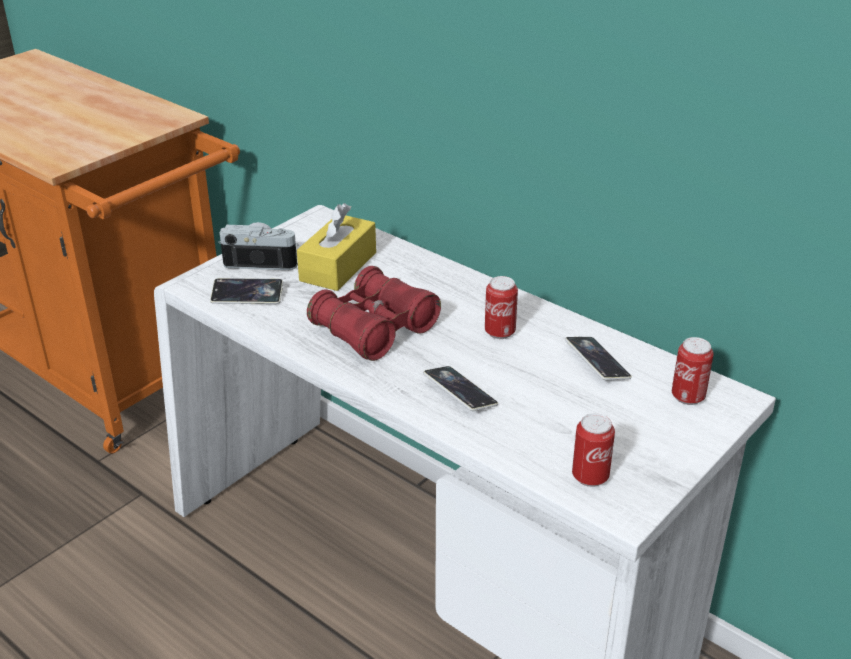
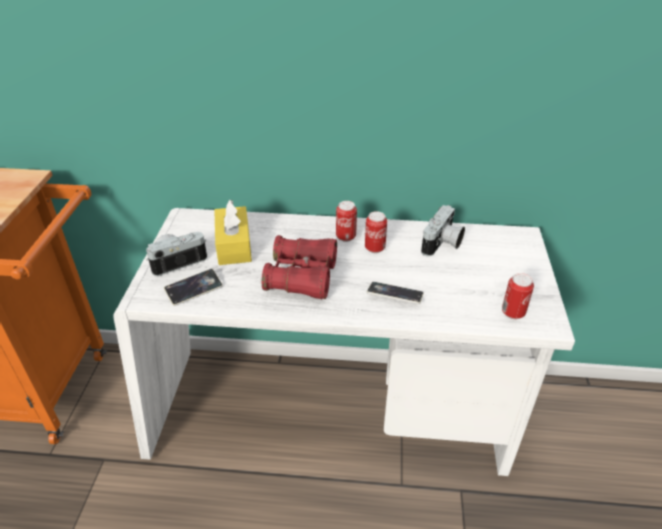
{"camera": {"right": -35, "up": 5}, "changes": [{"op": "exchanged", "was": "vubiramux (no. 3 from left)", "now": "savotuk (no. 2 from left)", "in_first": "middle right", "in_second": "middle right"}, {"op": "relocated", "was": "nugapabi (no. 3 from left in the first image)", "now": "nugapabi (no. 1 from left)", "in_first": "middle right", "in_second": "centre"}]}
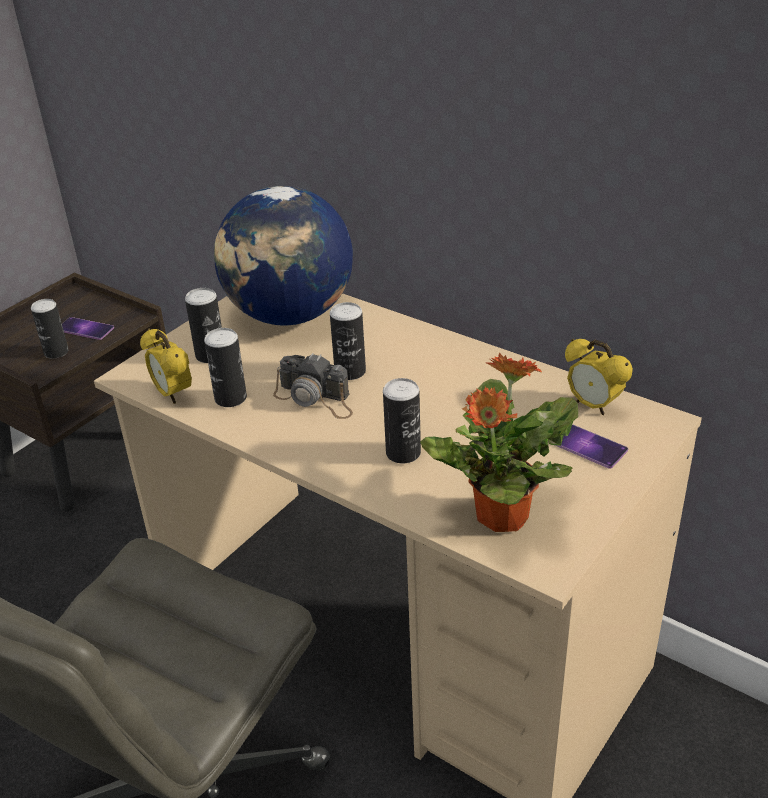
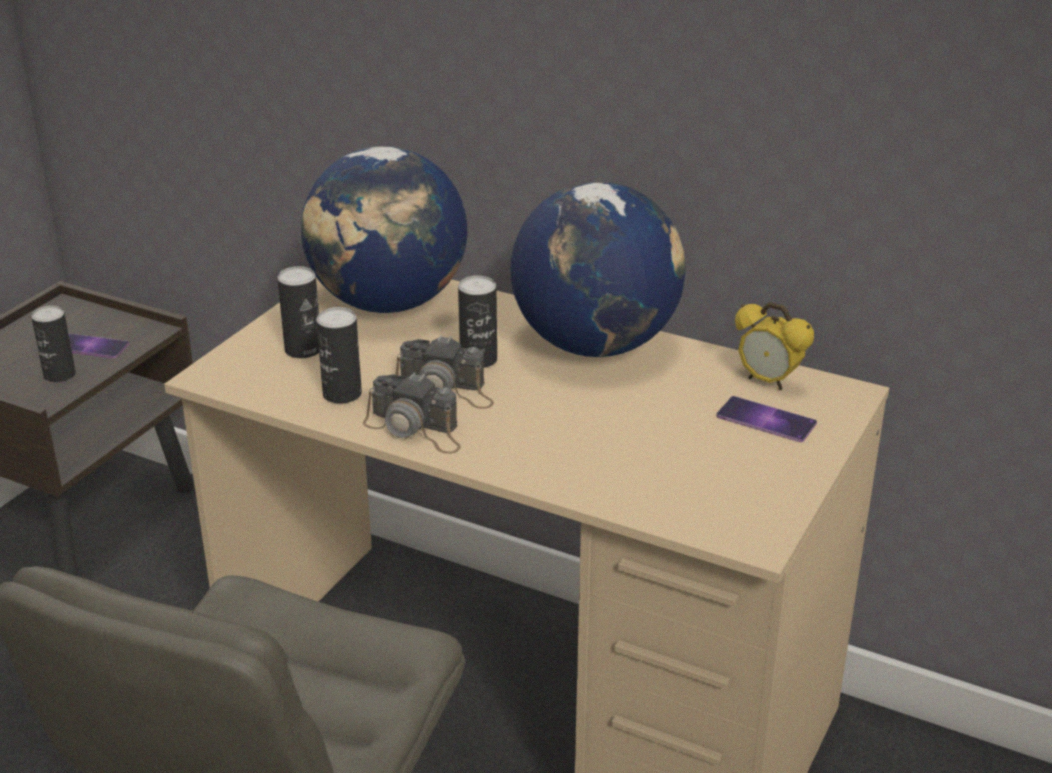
{"camera": {"right": -10, "up": -5}, "changes": [{"op": "missing", "was": "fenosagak (no. 1 from left)", "in_first": "middle left"}, {"op": "missing", "was": "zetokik", "in_first": "centre"}, {"op": "missing", "was": "nugapabi (no. 5 from left)", "in_first": "centre"}, {"op": "appeared", "now": "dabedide (no. 2 from left)", "in_second": "centre"}, {"op": "appeared", "now": "savotuk (no. 1 from left)", "in_second": "centre"}]}
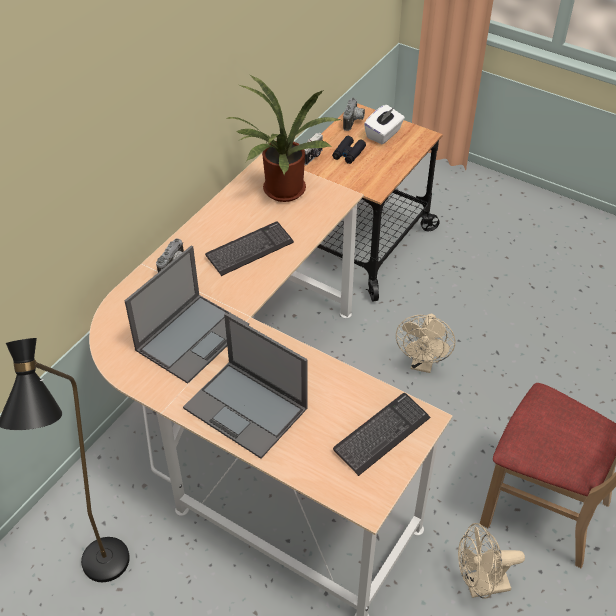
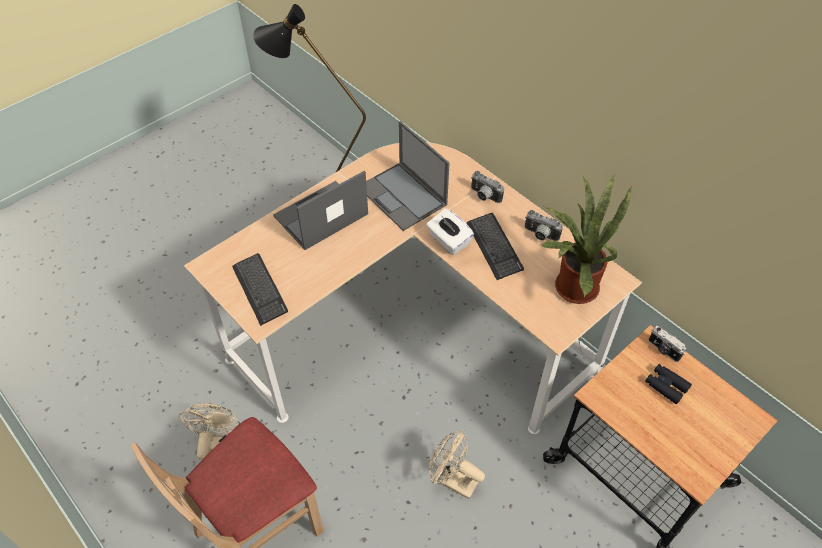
{"camera": {"right": 105, "up": 5}, "changes": [{"op": "relocated", "was": "savotuk (no. 3 from left in the first image)", "now": "savotuk (no. 2 from left)", "in_first": "top centre", "in_second": "centre"}, {"op": "relocated", "was": "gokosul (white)", "in_first": "top centre", "in_second": "centre"}]}
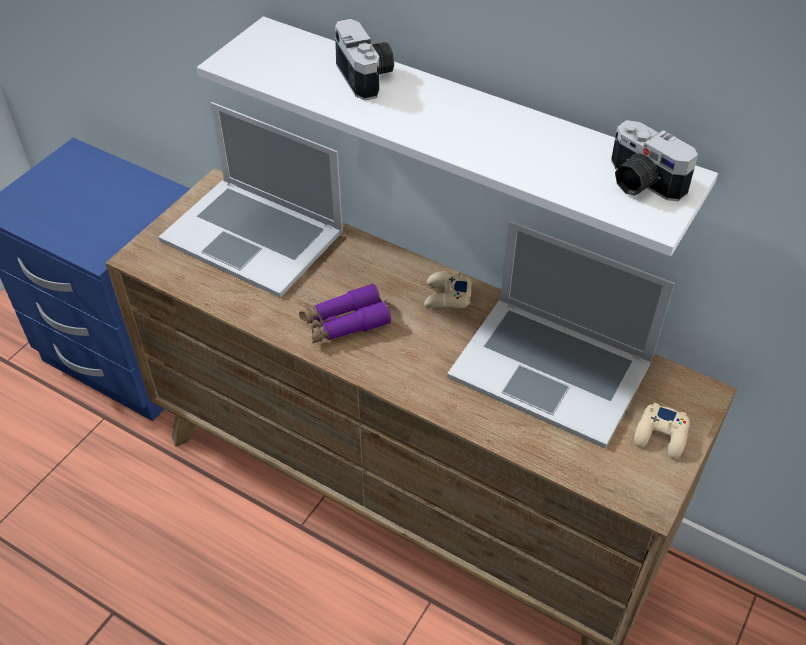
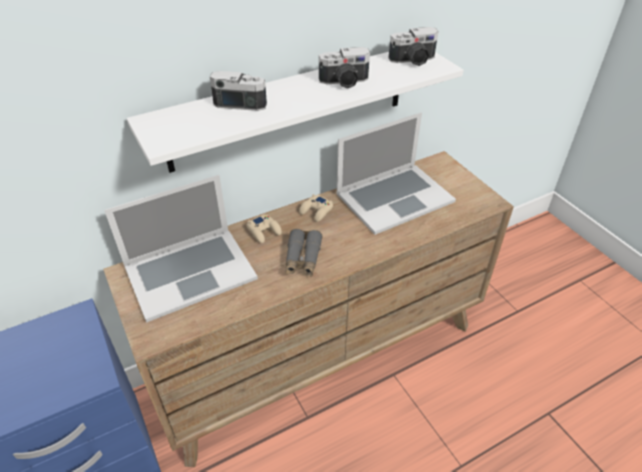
{"camera": {"right": -60, "up": -5}, "changes": [{"op": "colour", "was": "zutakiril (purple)", "now": "zutakiril (grey)", "in_first": "centre", "in_second": "centre"}, {"op": "relocated", "was": "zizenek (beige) (no. 2 from left in the first image)", "now": "zizenek (beige) (no. 1 from left)", "in_first": "bottom right", "in_second": "centre"}, {"op": "appeared", "now": "savotuk (no. 2 from left)", "in_second": "top centre"}]}
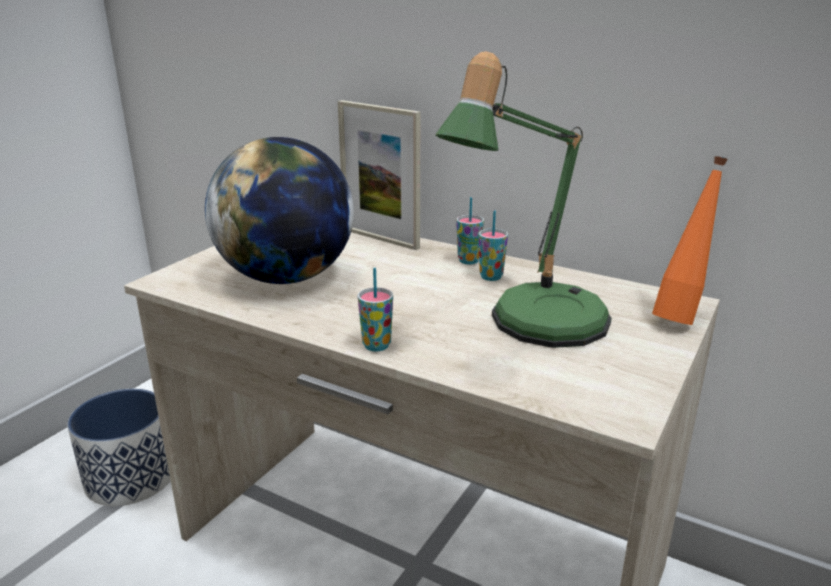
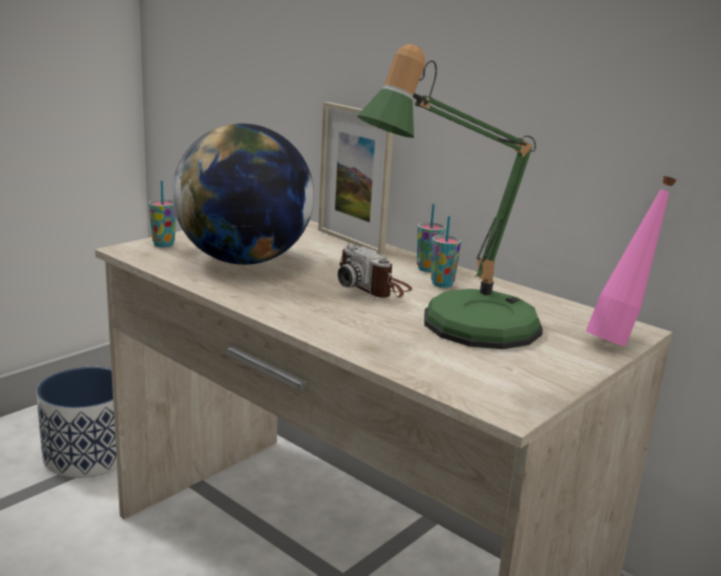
{"camera": {"right": 10, "up": -5}, "changes": [{"op": "colour", "was": "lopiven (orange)", "now": "lopiven (pink)", "in_first": "middle right", "in_second": "middle right"}, {"op": "relocated", "was": "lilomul (no. 1 from left)", "in_first": "centre", "in_second": "middle left"}, {"op": "appeared", "now": "savotuk", "in_second": "centre"}]}
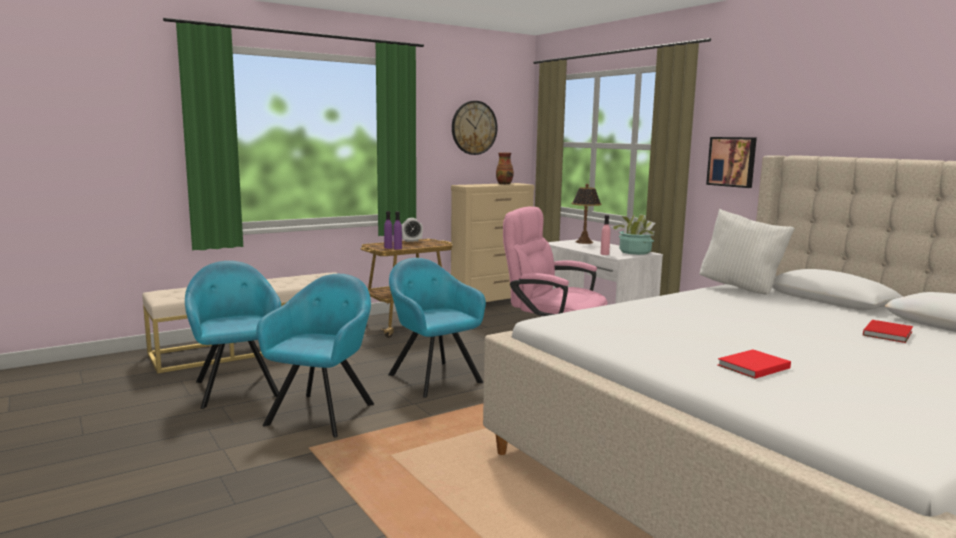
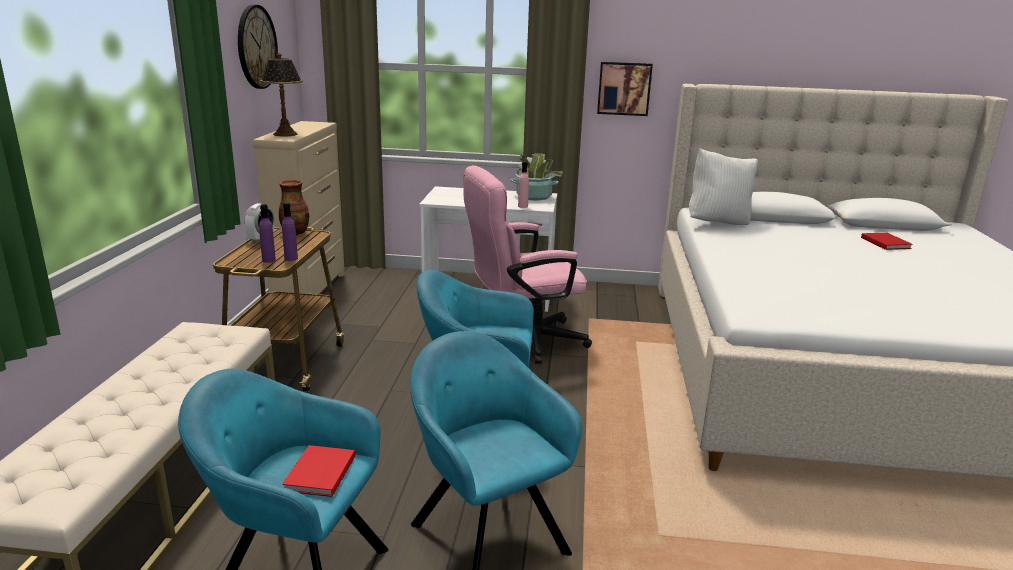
{"camera": {"right": -50, "up": 10}, "changes": [{"op": "relocated", "was": "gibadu", "in_first": "top centre", "in_second": "middle left"}, {"op": "relocated", "was": "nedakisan", "in_first": "centre", "in_second": "top left"}, {"op": "relocated", "was": "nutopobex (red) (no. 1 from left)", "in_first": "bottom right", "in_second": "bottom left"}]}
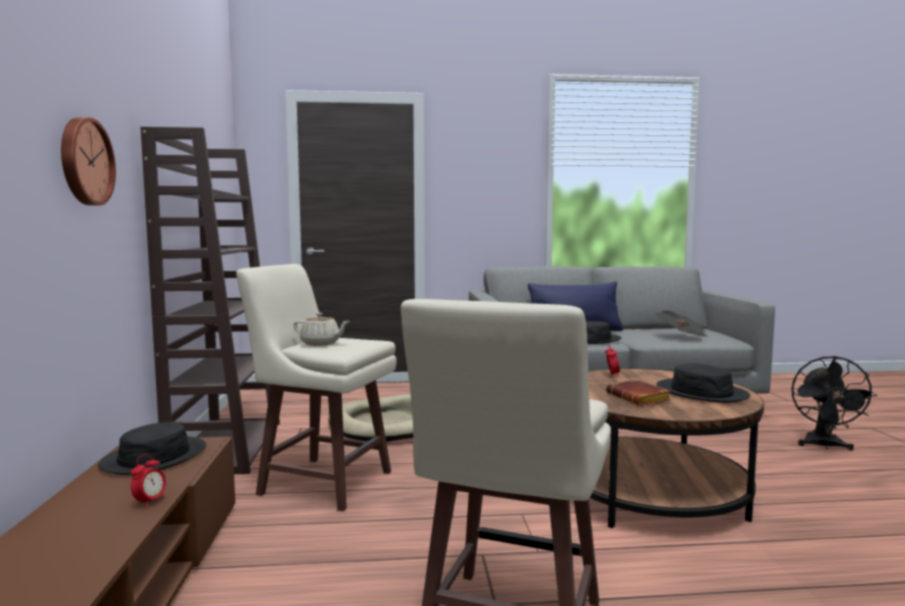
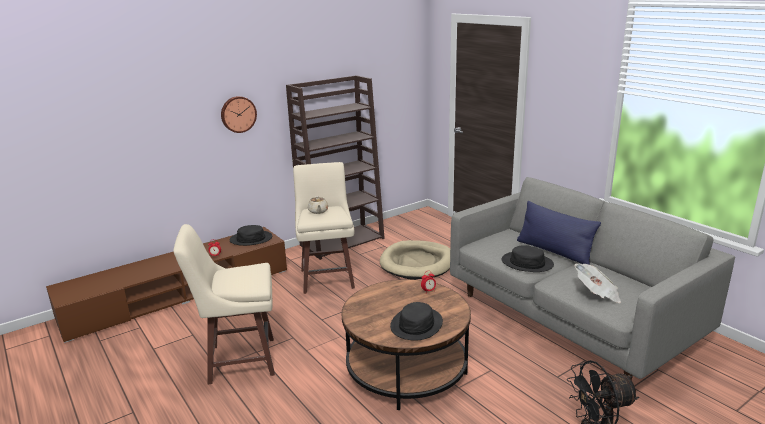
{"camera": {"right": 60, "up": 15}, "changes": [{"op": "missing", "was": "nutopobex (brown)", "in_first": "middle right"}]}
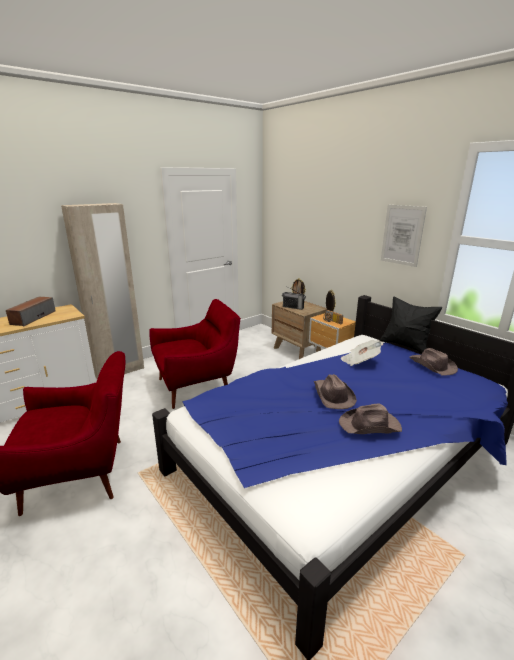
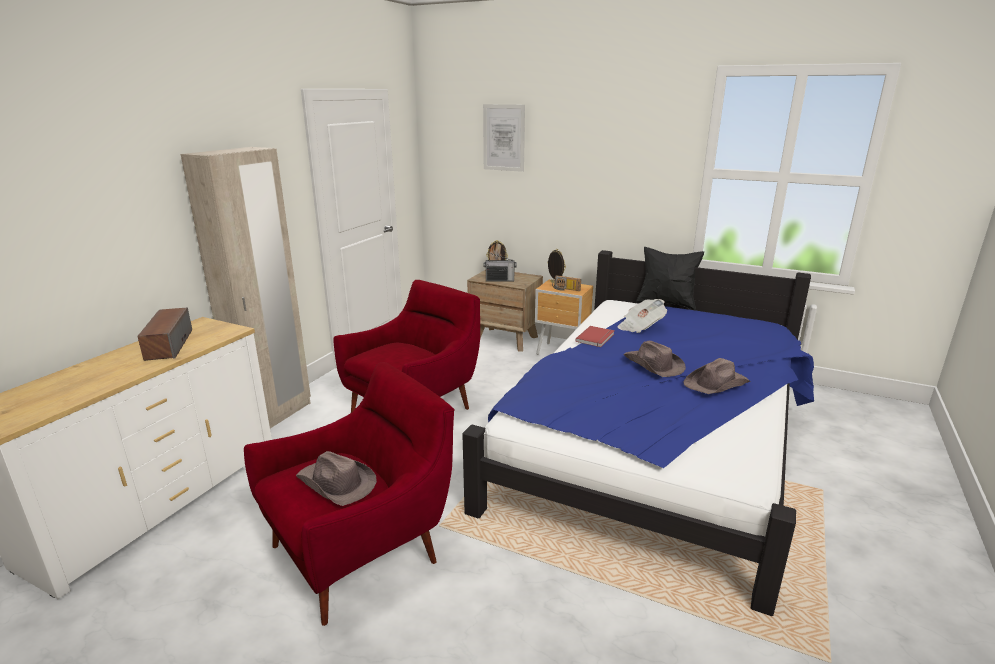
{"camera": {"right": -25, "up": 0}, "changes": [{"op": "relocated", "was": "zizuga", "in_first": "middle right", "in_second": "top centre"}, {"op": "relocated", "was": "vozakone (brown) (no. 3 from left in the first image)", "now": "vozakone (brown) (no. 1 from left)", "in_first": "middle right", "in_second": "bottom centre"}, {"op": "appeared", "now": "nutopobex (red)", "in_second": "centre"}]}
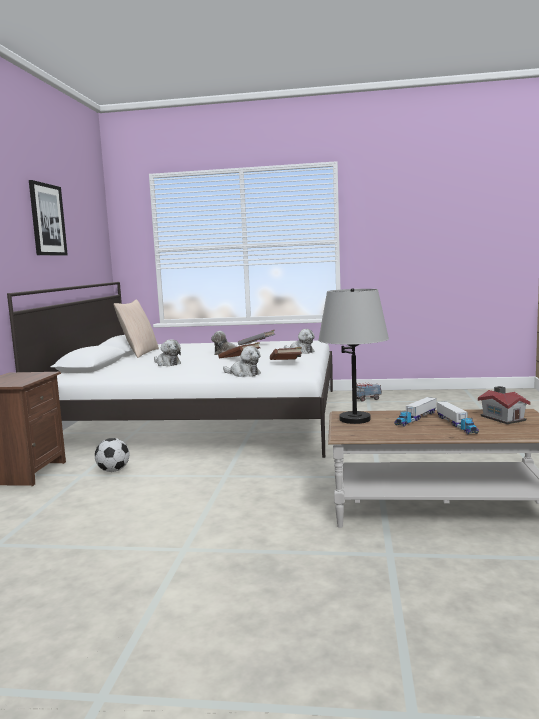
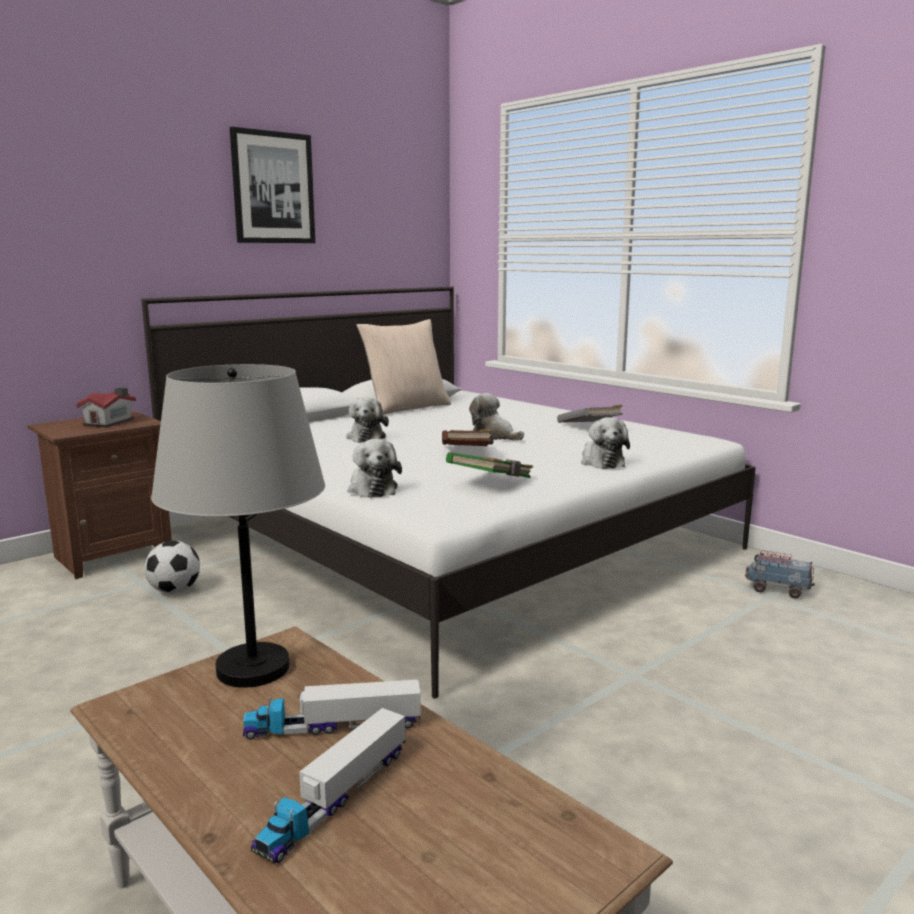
{"camera": {"right": 40, "up": 5}, "changes": [{"op": "colour", "was": "nutopobex (brown) (no. 2 from left)", "now": "nutopobex (green)", "in_first": "centre", "in_second": "centre"}, {"op": "relocated", "was": "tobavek", "in_first": "middle right", "in_second": "middle left"}]}
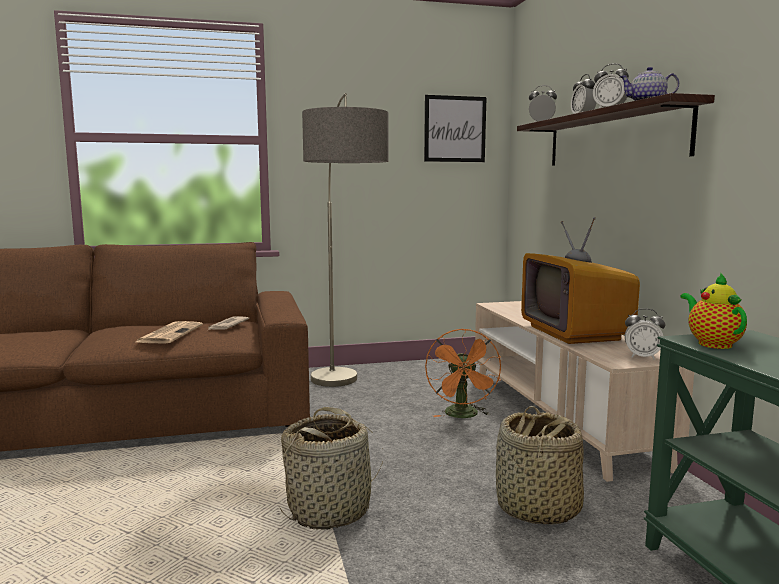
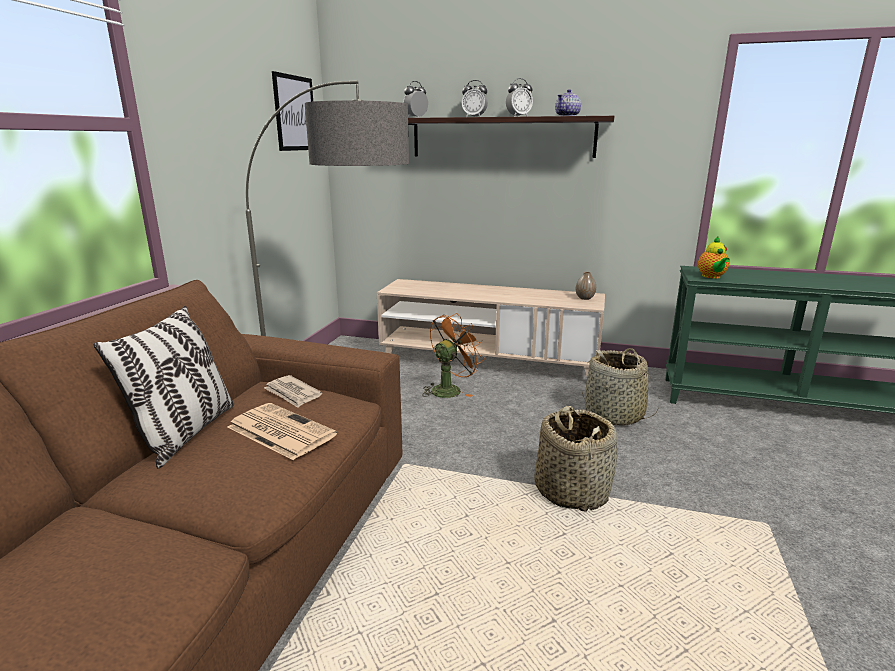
{"camera": {"right": -60, "up": 10}, "changes": [{"op": "missing", "was": "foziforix", "in_first": "middle right"}, {"op": "spun", "was": "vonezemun (no. 2 from left)", "in_first": "middle right", "in_second": "middle right", "clockwise": -105}, {"op": "exchanged", "was": "fenosagak (no. 4 from left)", "now": "gibadu", "in_first": "middle right", "in_second": "centre"}, {"op": "spun", "was": "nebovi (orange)", "in_first": "centre", "in_second": "centre", "clockwise": -75}, {"op": "appeared", "now": "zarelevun", "in_second": "middle left"}]}
